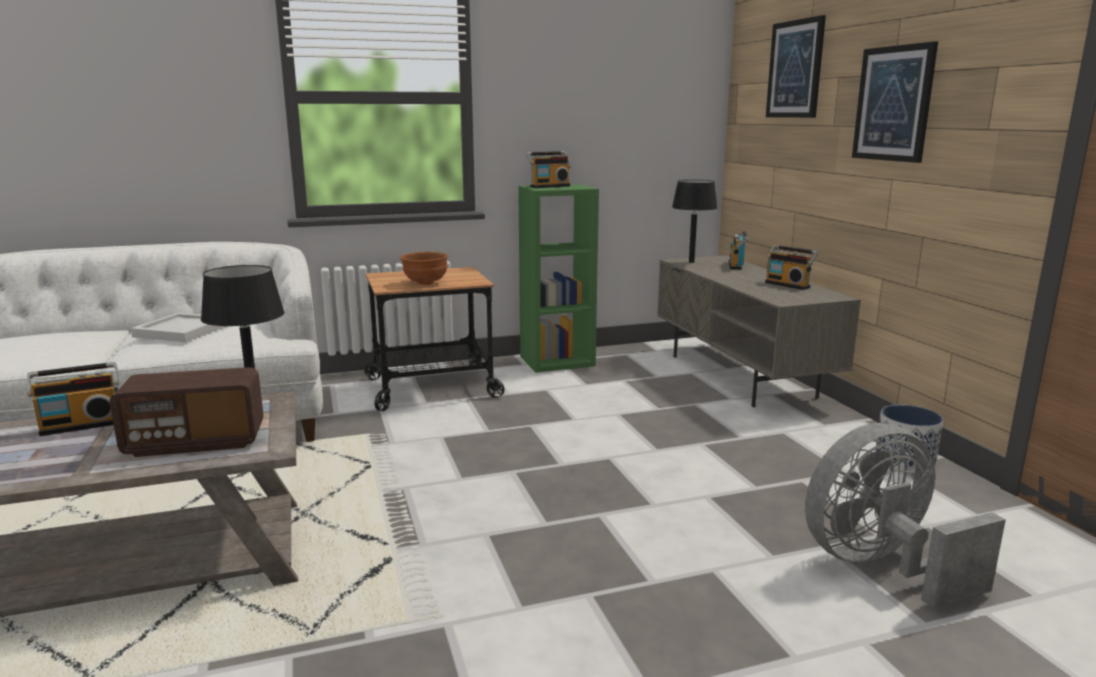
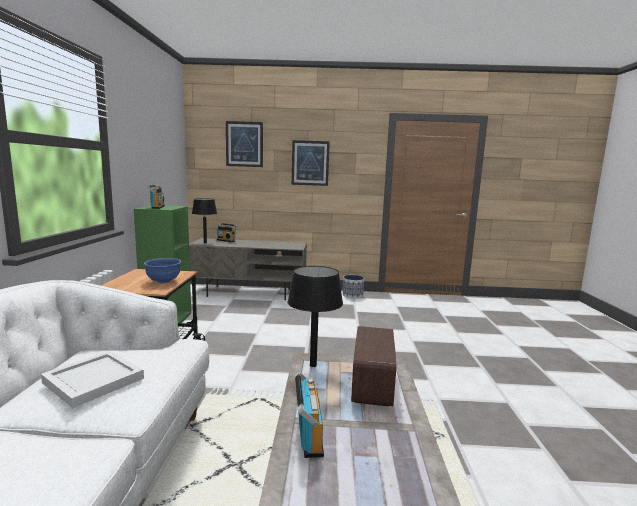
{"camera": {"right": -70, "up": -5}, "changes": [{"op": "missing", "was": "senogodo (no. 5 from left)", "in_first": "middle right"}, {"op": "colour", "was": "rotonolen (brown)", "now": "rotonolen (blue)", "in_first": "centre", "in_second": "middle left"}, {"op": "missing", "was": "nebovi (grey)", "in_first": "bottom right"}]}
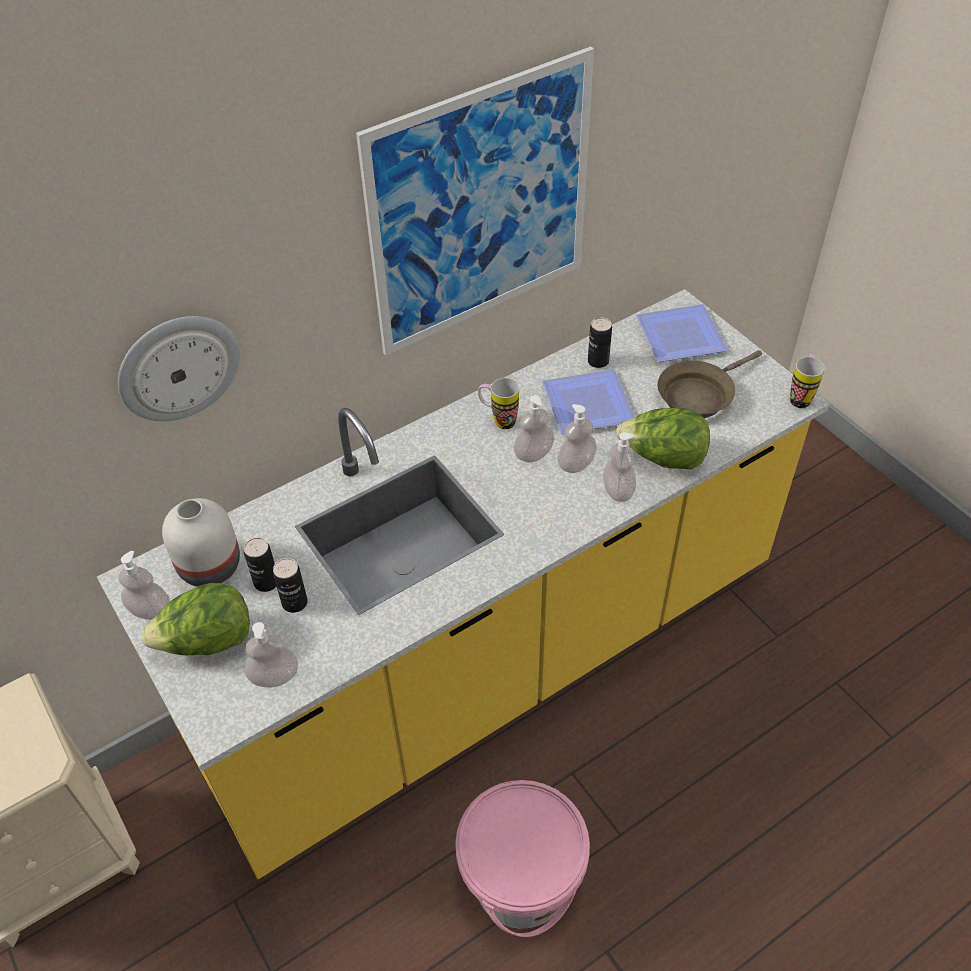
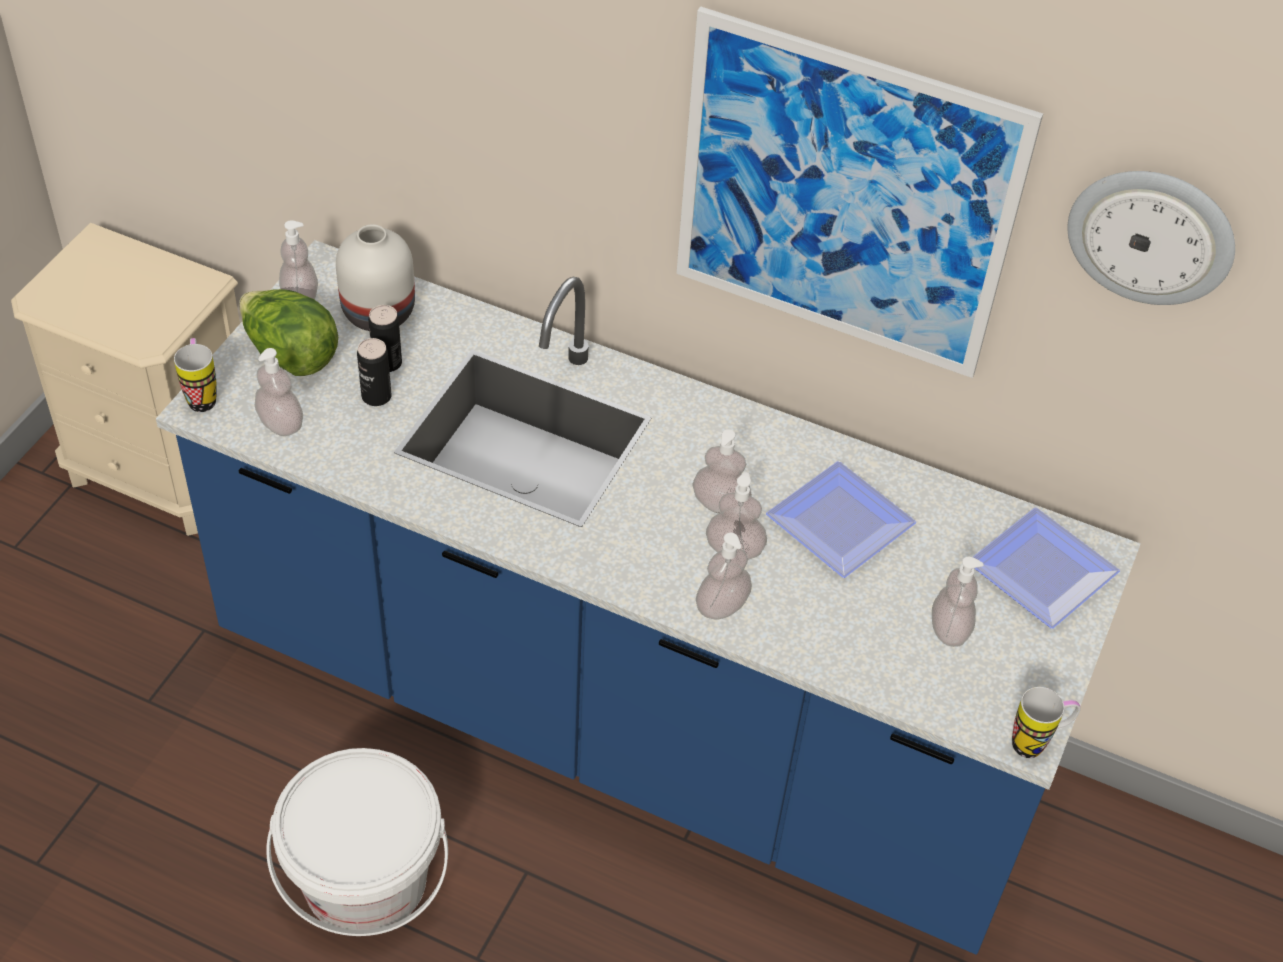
{"camera": {"right": 55, "up": 0}, "changes": [{"op": "colour", "was": "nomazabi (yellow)", "now": "nomazabi (blue)", "in_first": "centre", "in_second": "centre"}, {"op": "relocated", "was": "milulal", "in_first": "middle left", "in_second": "top right"}, {"op": "missing", "was": "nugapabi (no. 3 from left)", "in_first": "centre"}, {"op": "exchanged", "was": "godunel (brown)", "now": "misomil (no. 6 from left)", "in_first": "middle right", "in_second": "middle right"}, {"op": "relocated", "was": "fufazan (no. 1 from left)", "in_first": "centre", "in_second": "middle left"}, {"op": "missing", "was": "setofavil (no. 2 from left)", "in_first": "middle right"}, {"op": "colour", "was": "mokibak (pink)", "now": "mokibak (white)", "in_first": "bottom centre", "in_second": "bottom left"}]}
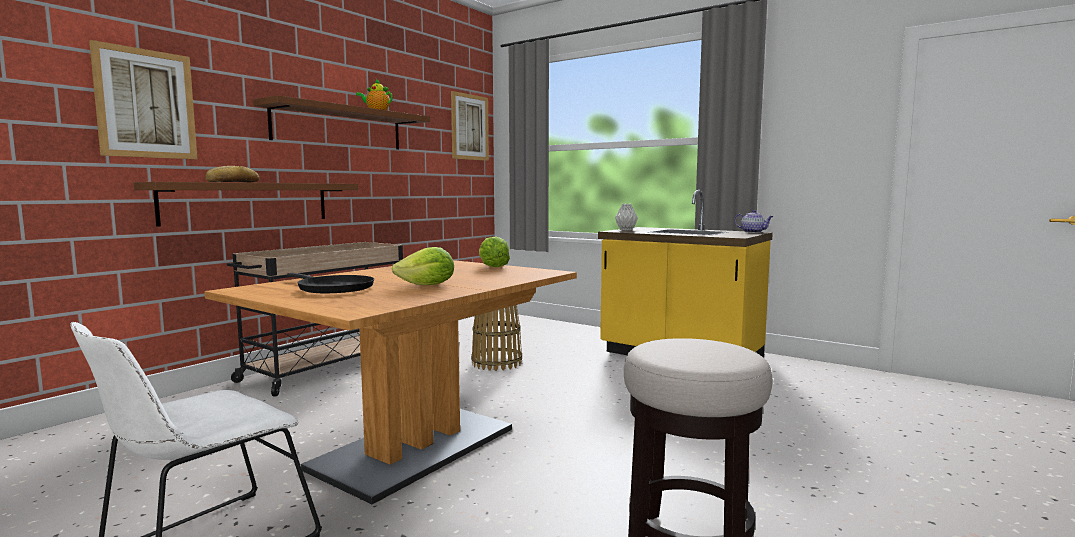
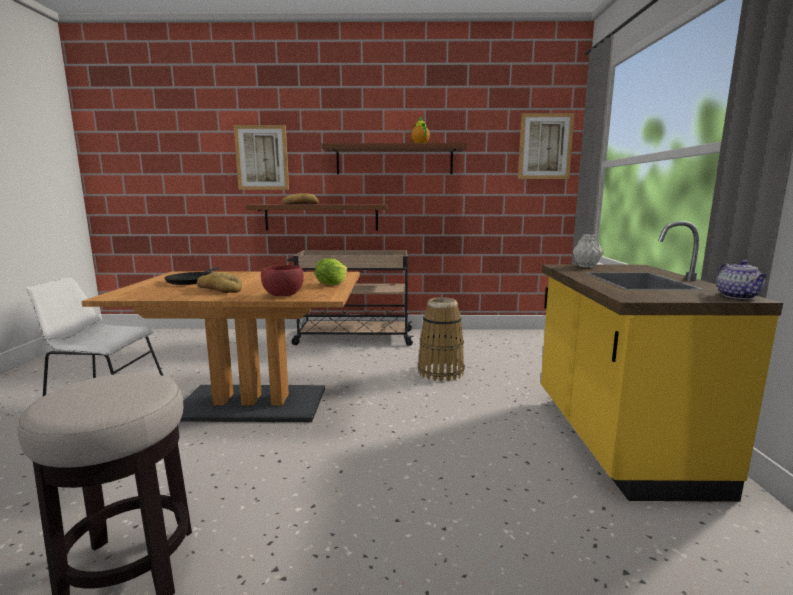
{"camera": {"right": 55, "up": 5}, "changes": [{"op": "exchanged", "was": "setofavil (no. 1 from left)", "now": "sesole (no. 1 from left)", "in_first": "centre", "in_second": "middle left"}, {"op": "appeared", "now": "rotonolen (red)", "in_second": "centre"}]}
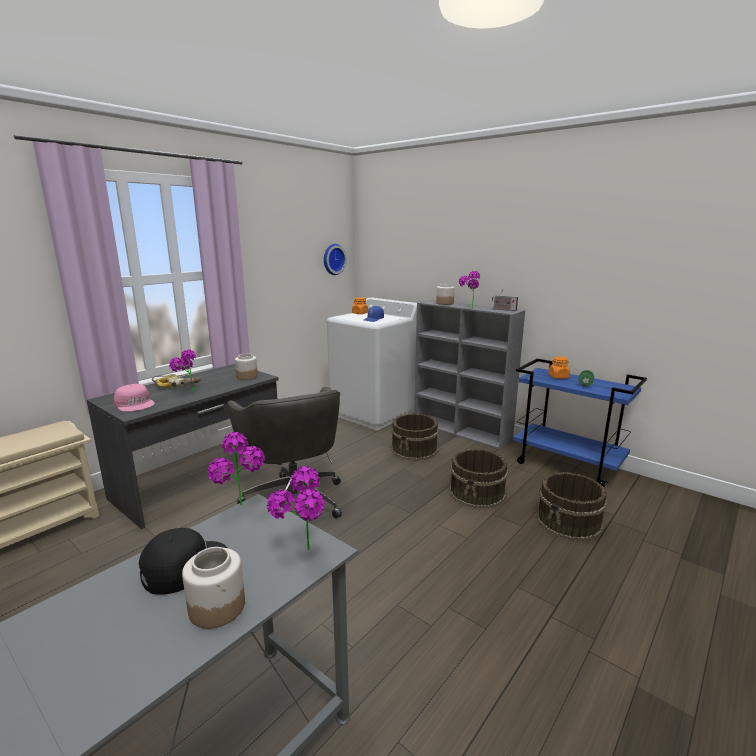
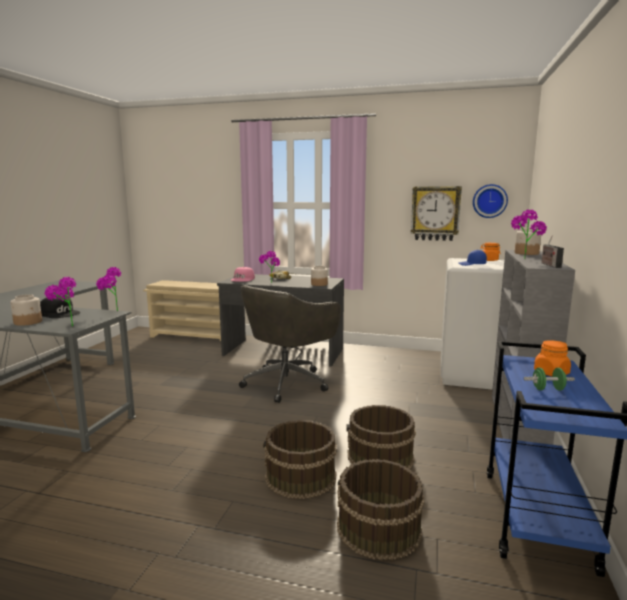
{"camera": {"right": 65, "up": -5}, "changes": [{"op": "relocated", "was": "mokibak (brown) (no. 1 from left)", "in_first": "centre", "in_second": "bottom centre"}, {"op": "appeared", "now": "milulal (no. 1 from left)", "in_second": "middle right"}]}
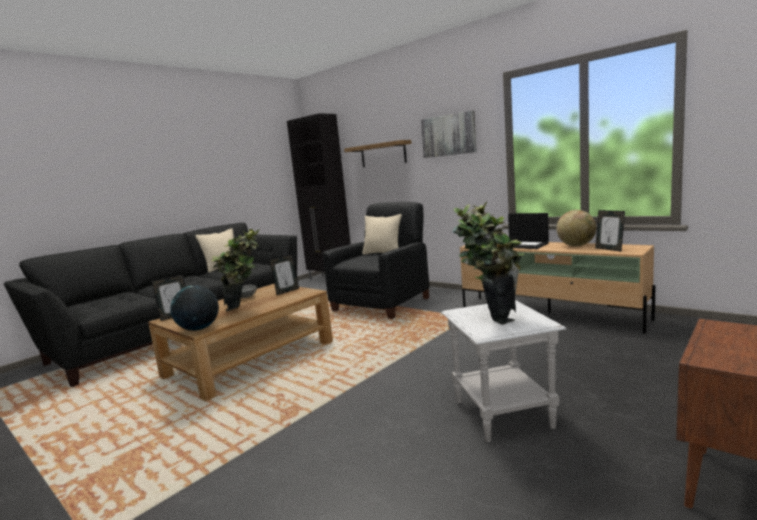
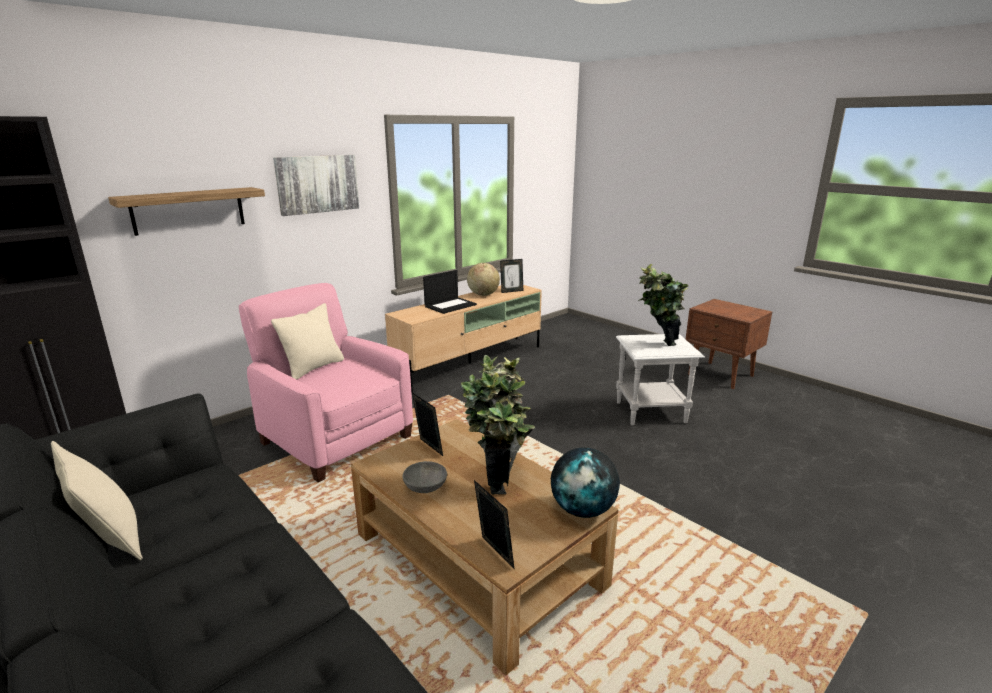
{"camera": {"right": -85, "up": 10}, "changes": [{"op": "colour", "was": "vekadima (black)", "now": "vekadima (pink)", "in_first": "centre", "in_second": "middle left"}]}
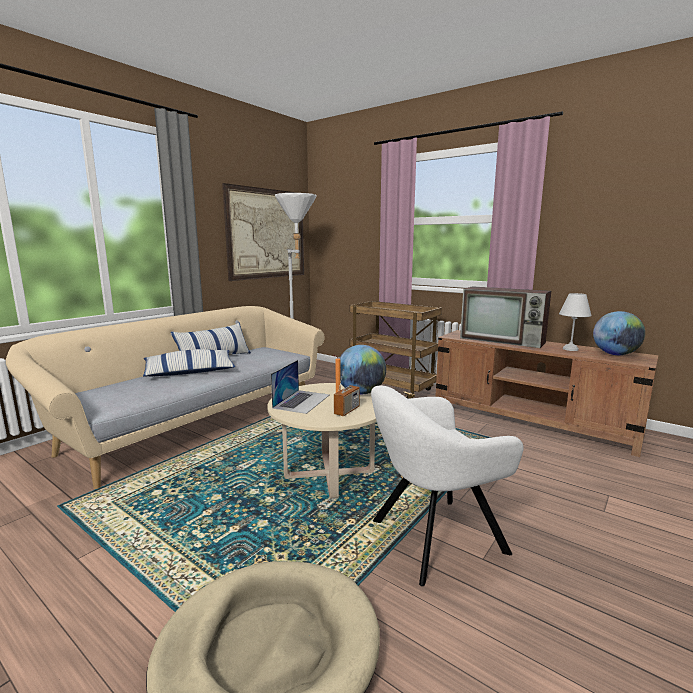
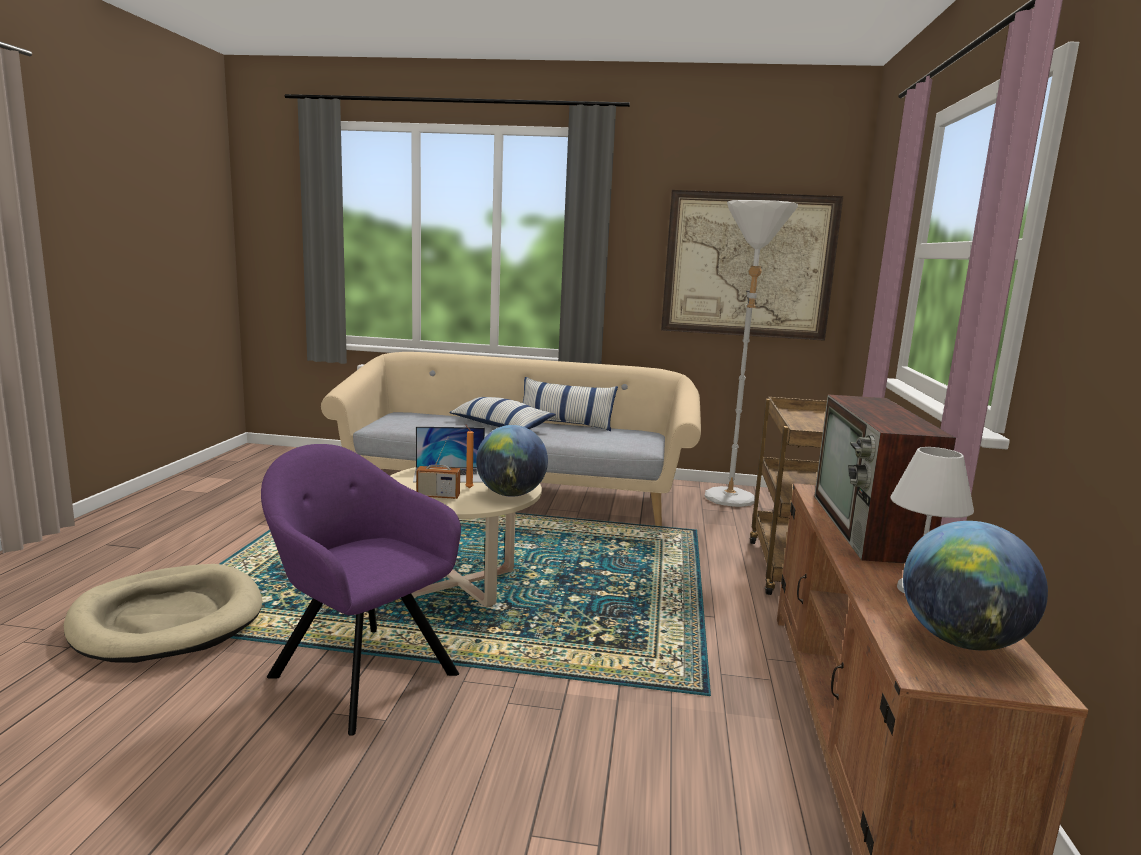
{"camera": {"right": 60, "up": 0}, "changes": [{"op": "colour", "was": "vekadima (white)", "now": "vekadima (purple)", "in_first": "bottom centre", "in_second": "bottom left"}]}
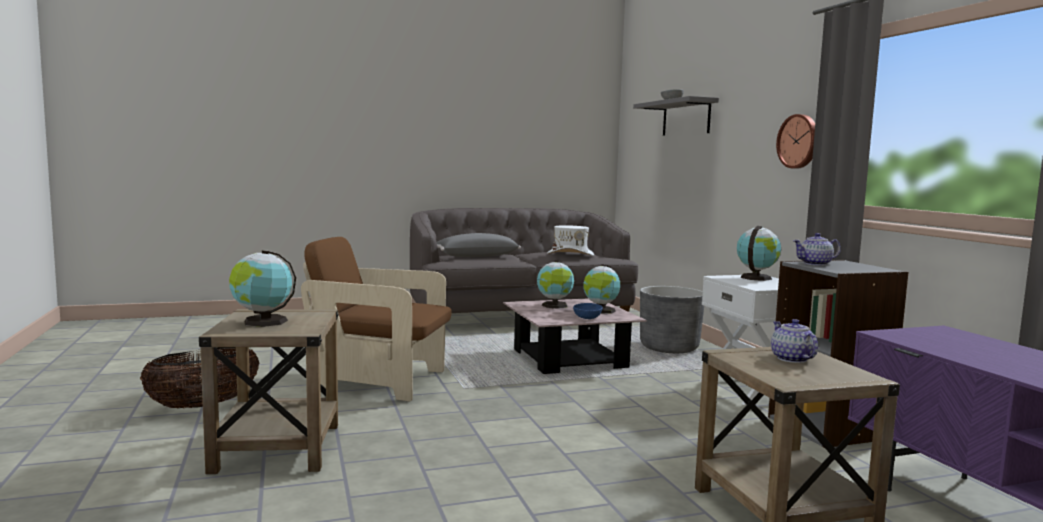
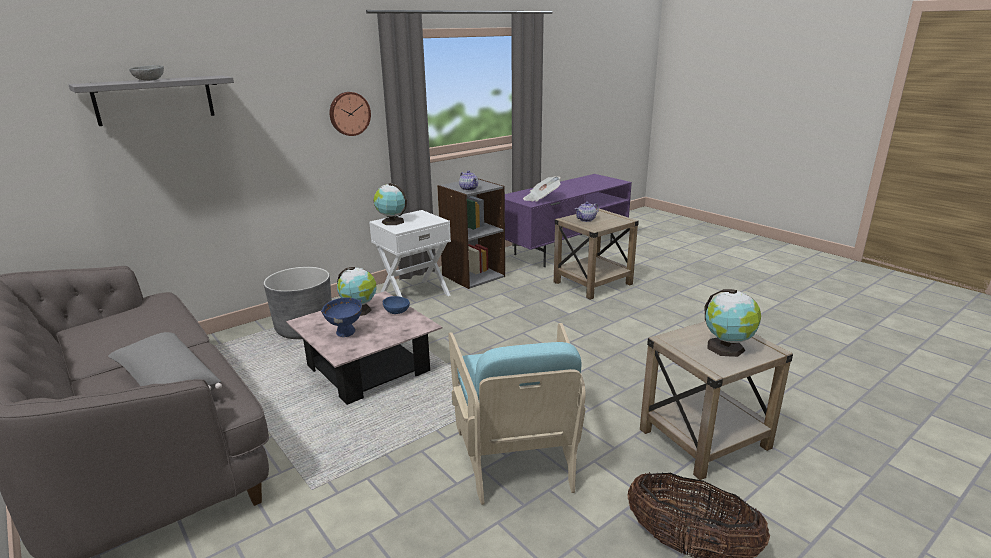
{"camera": {"right": -110, "up": 15}, "changes": [{"op": "missing", "was": "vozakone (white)", "in_first": "centre"}, {"op": "colour", "was": "vekadima (brown)", "now": "vekadima (turquoise)", "in_first": "centre", "in_second": "bottom centre"}, {"op": "exchanged", "was": "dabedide (no. 2 from left)", "now": "rotonolen (blue) (no. 1 from left)", "in_first": "centre", "in_second": "centre"}, {"op": "appeared", "now": "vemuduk", "in_second": "centre"}]}
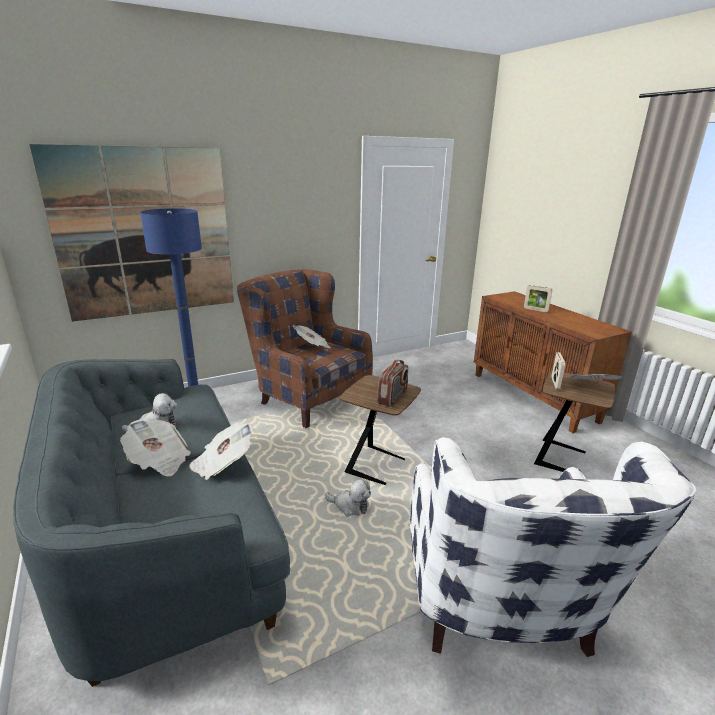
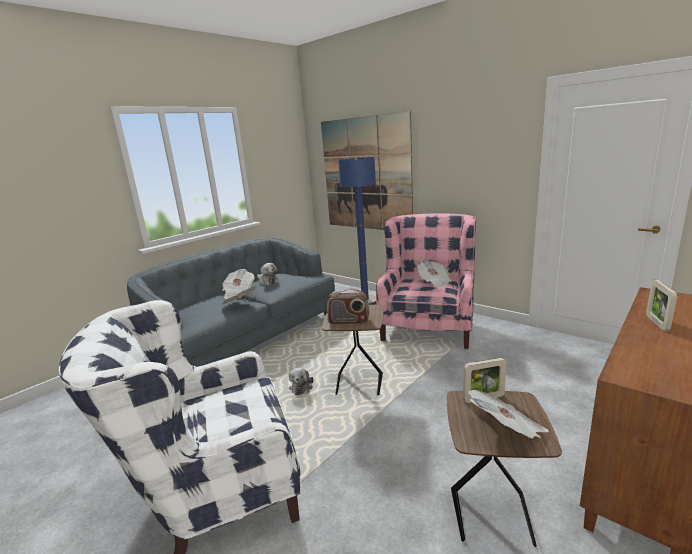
{"camera": {"right": 70, "up": -5}, "changes": [{"op": "colour", "was": "vekadima (brown)", "now": "vekadima (pink)", "in_first": "centre", "in_second": "centre"}]}
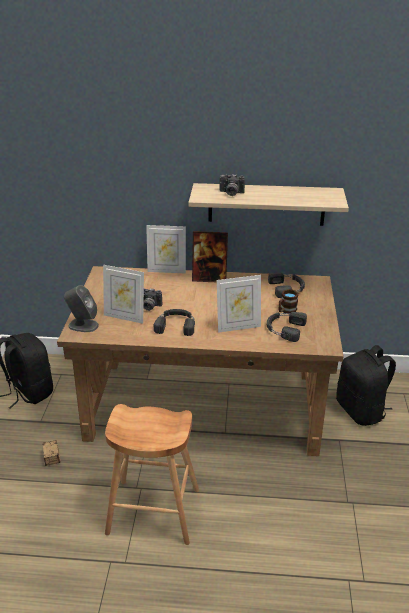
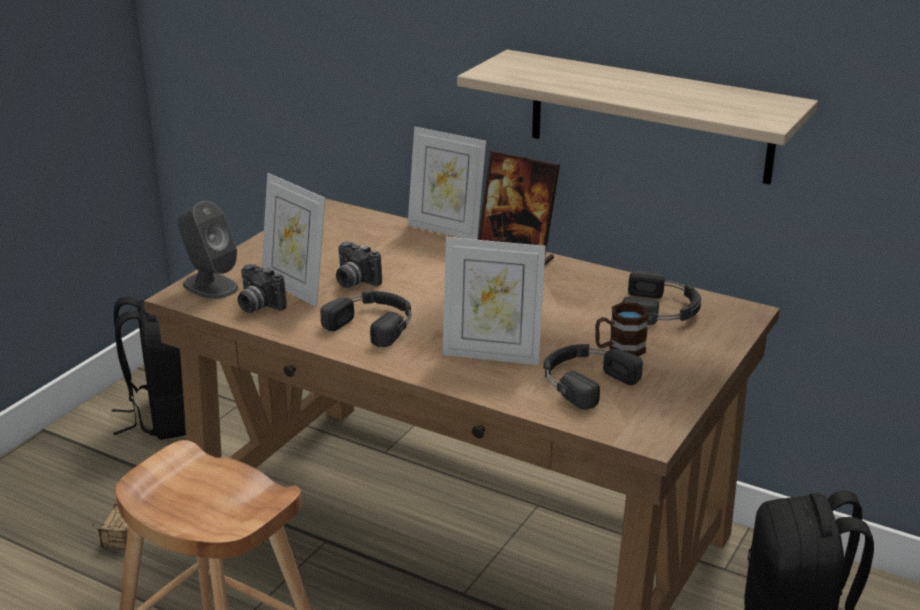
{"camera": {"right": 25, "up": -5}, "changes": [{"op": "relocated", "was": "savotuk (no. 2 from left in the first image)", "now": "savotuk (no. 1 from left)", "in_first": "top centre", "in_second": "middle left"}]}
